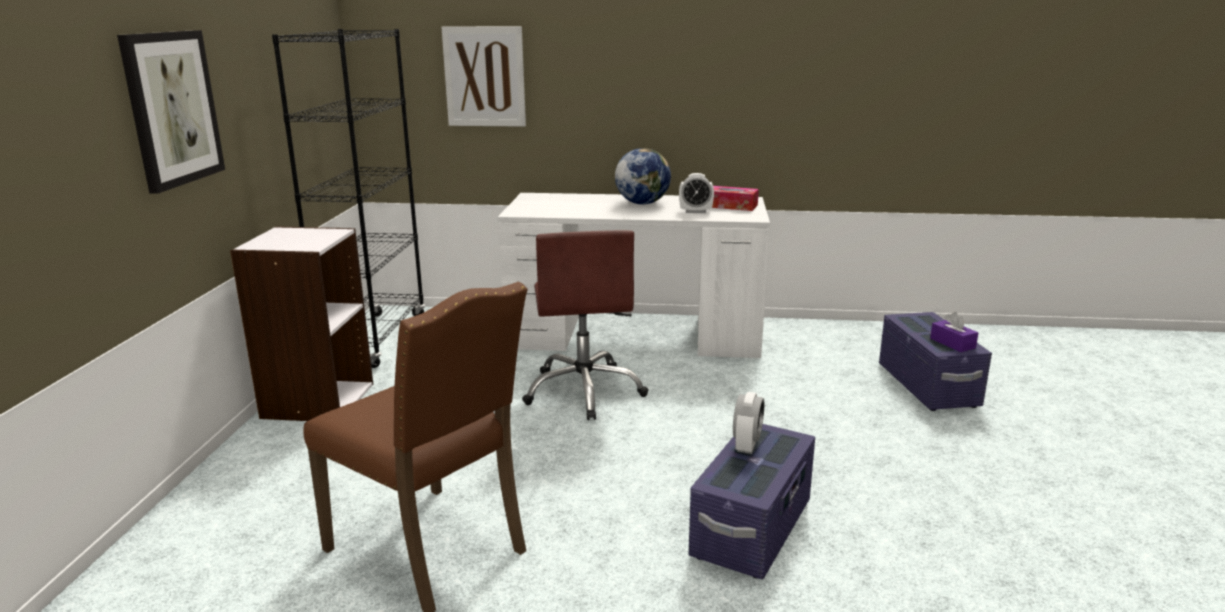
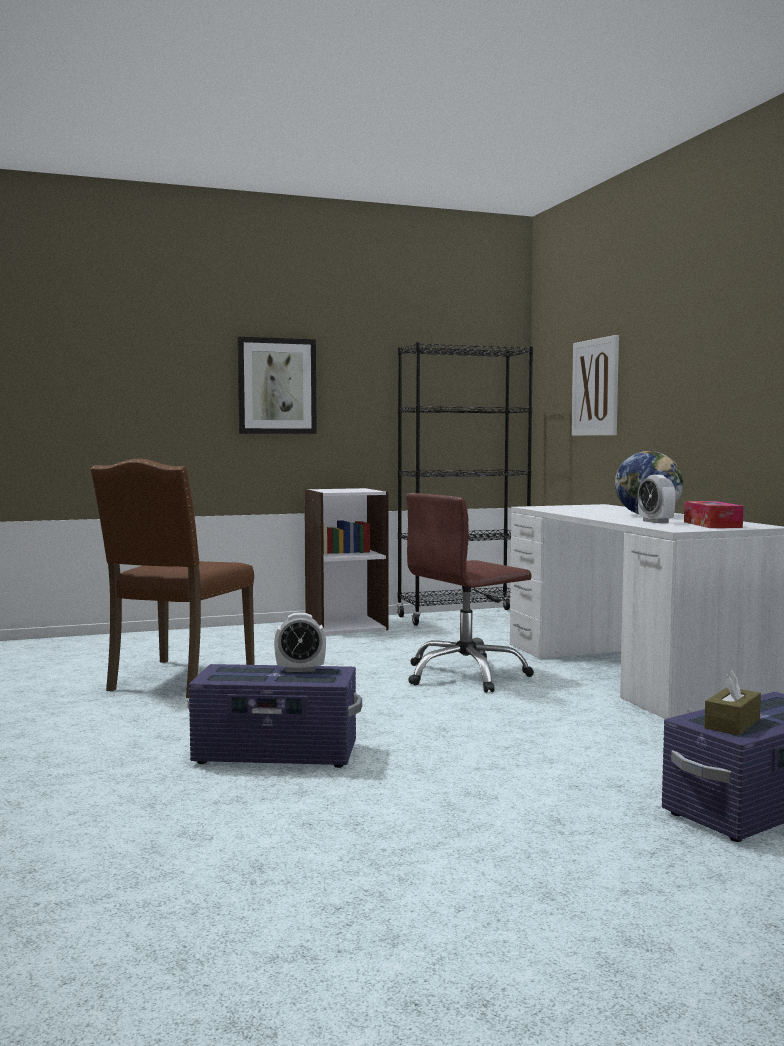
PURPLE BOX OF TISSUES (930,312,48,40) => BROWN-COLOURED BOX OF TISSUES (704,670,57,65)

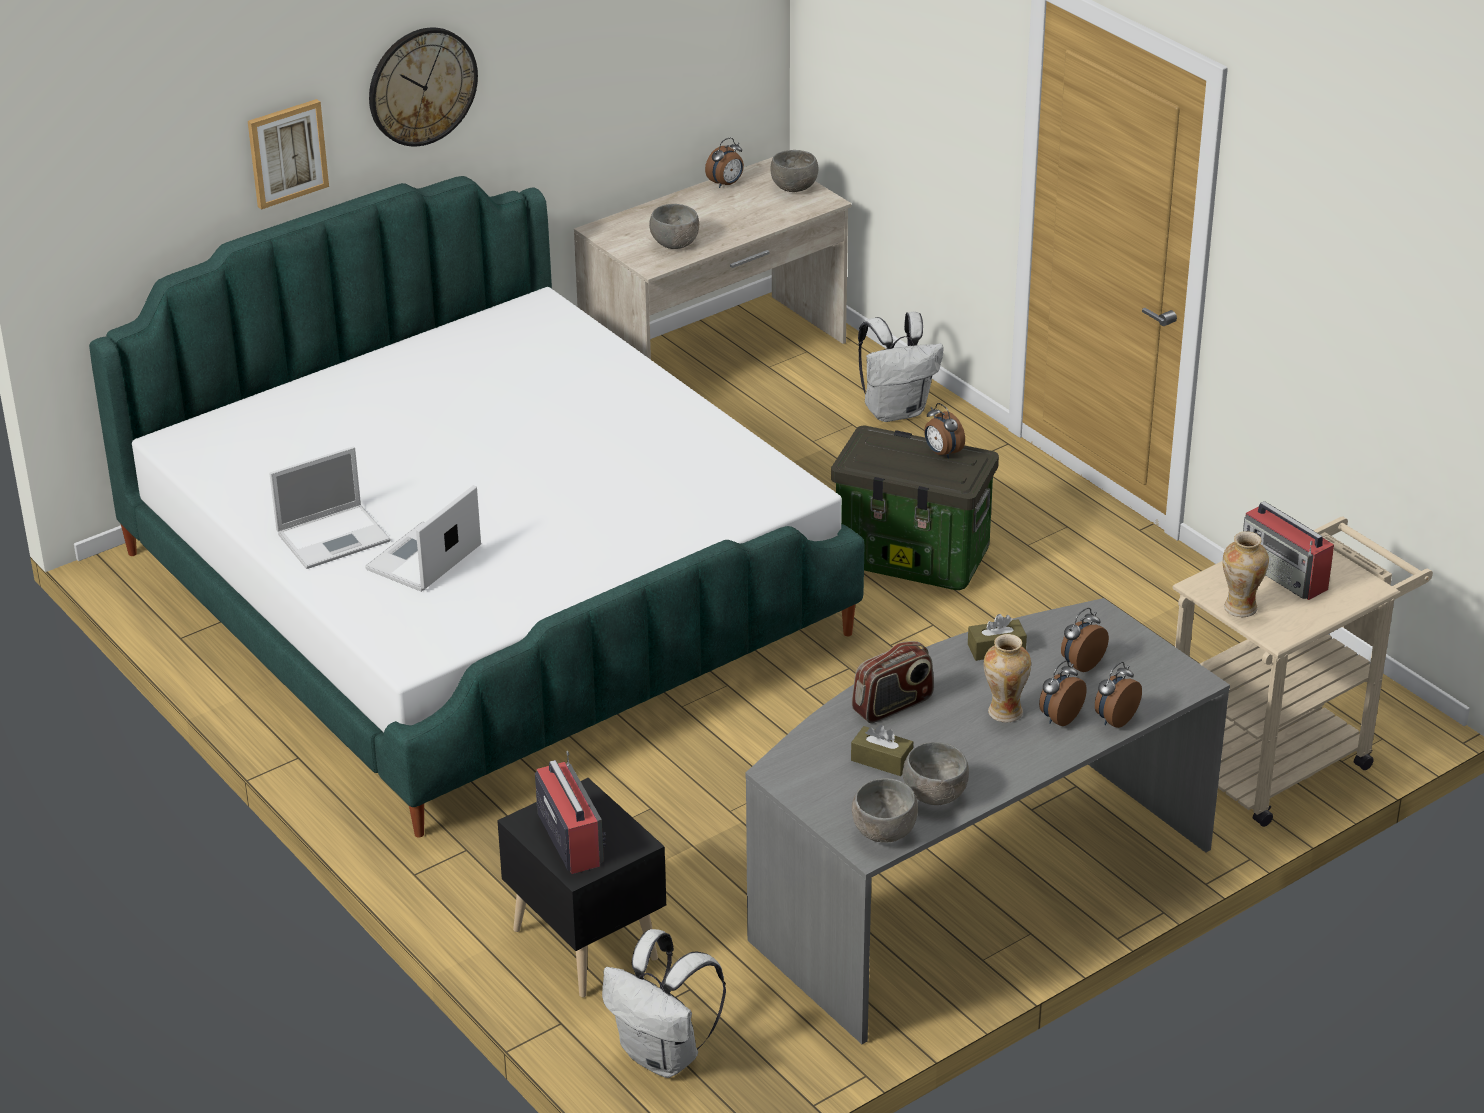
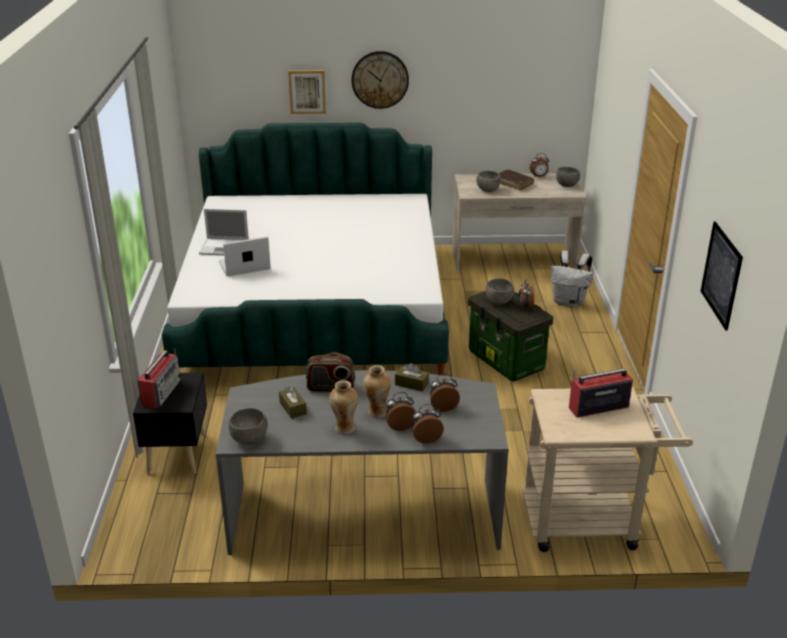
RADIO RECEIVER (1243,501,91,99) => RADIO RECEIVER (569,368,64,50), 75 degrees clockwise
FLOWER VASE (1223,531,46,86) => FLOWER VASE (329,380,29,55), relocated
GREY BOWL (903,742,66,63) => GREY BOWL (485,278,29,26), relocated
WHITISH RUCKSACK (602,929,124,149) => nothing
nothing => BROWN-COLOURED BOOK (499,170,35,20)
nothing => WALL PICTURE (701,222,42,109)

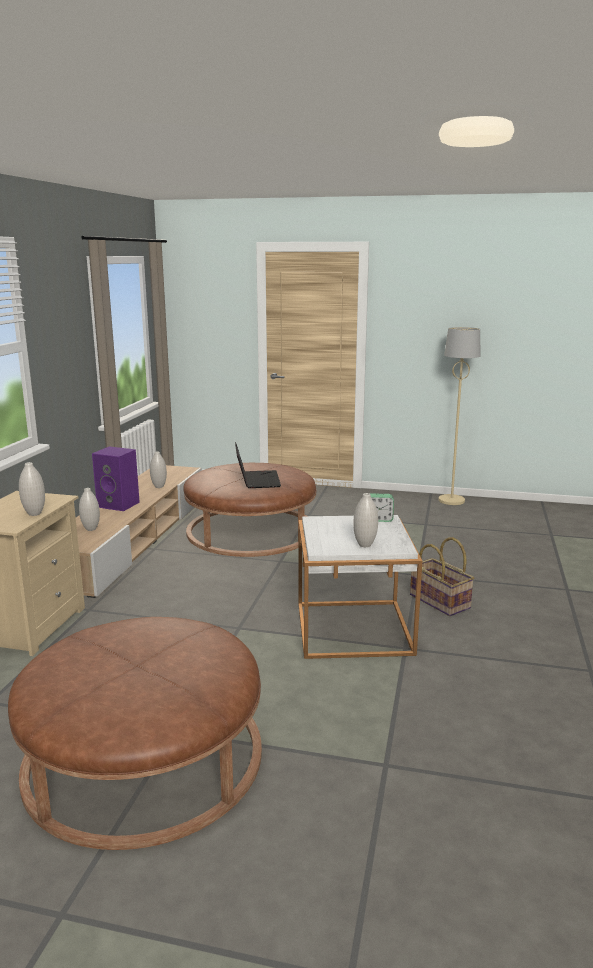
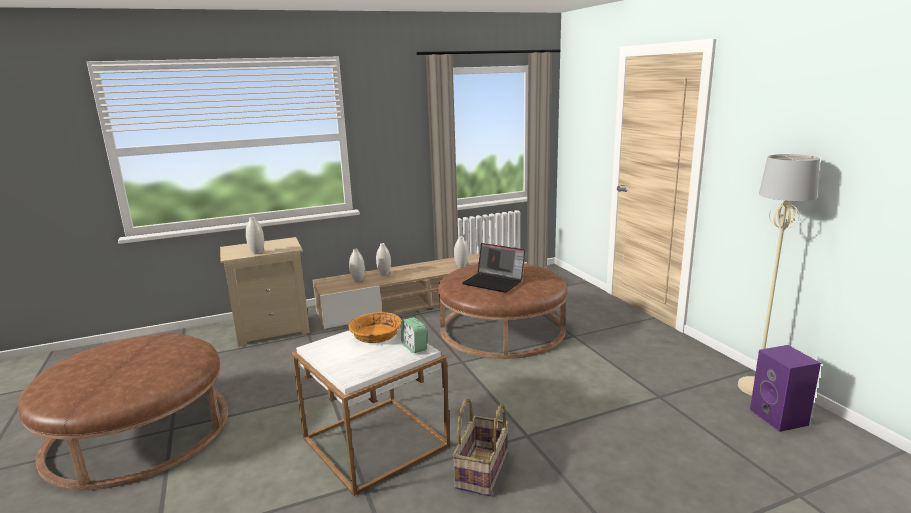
NOTEBOOK COMPUTER (235,442,46,46) => NOTEBOOK COMPUTER (462,243,63,50), 75 degrees clockwise
PURPLE LOUDSPEAKER (92,446,48,65) => PURPLE LOUDSPEAKER (750,345,71,87), relocated
WHITISH FLOWER VASE (353,493,25,54) => WHITISH FLOWER VASE (376,243,15,33), relocated
nothing => ORANGE BOWL (348,312,53,31)

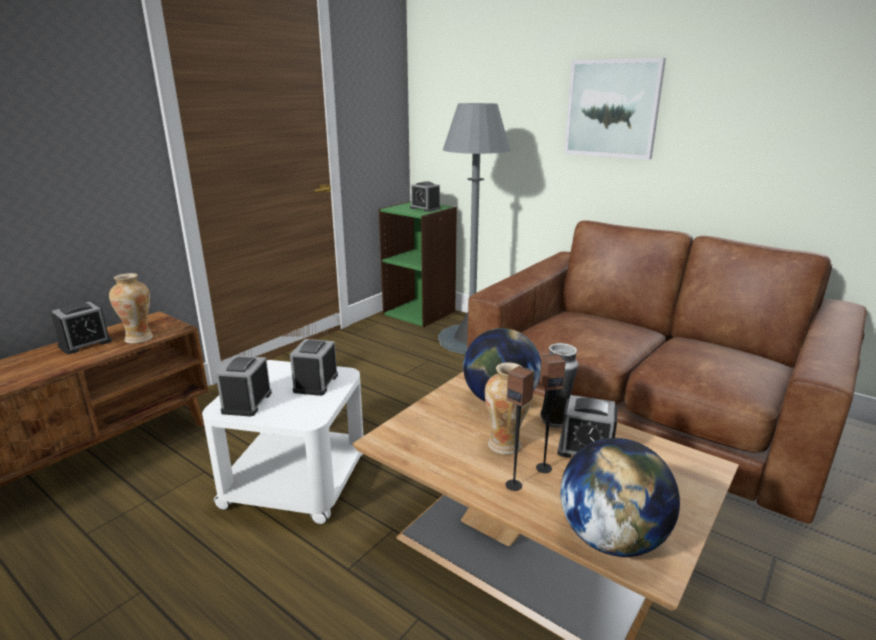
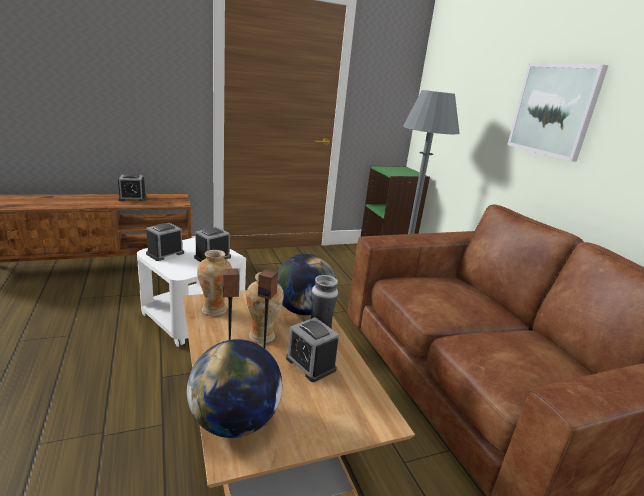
BEDSIDE CLOCK (410,181,31,31) => nothing
FLOWER VASE (109,273,44,71) => FLOWER VASE (197,250,35,66), relocated

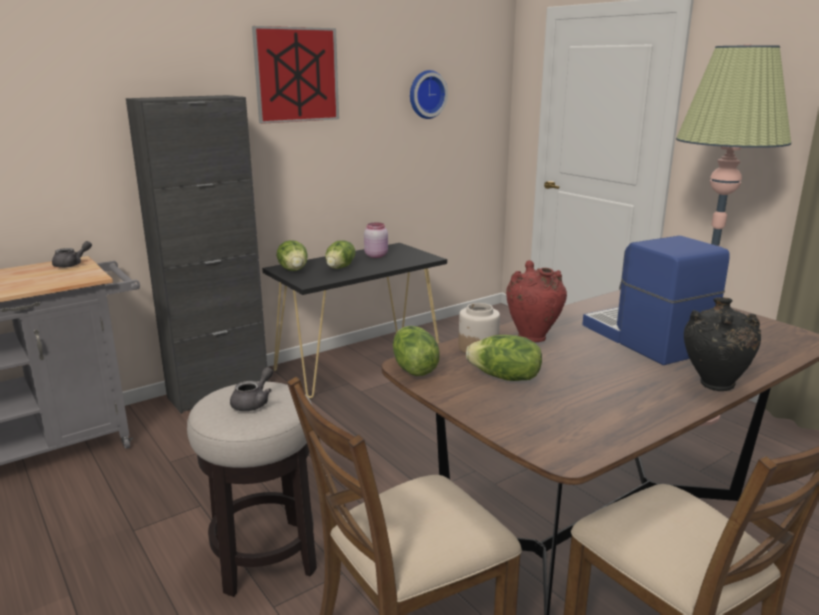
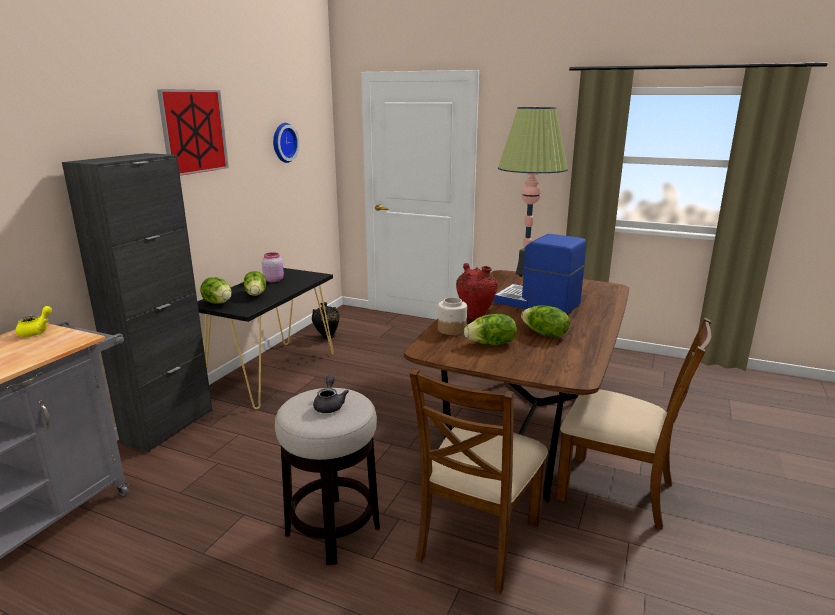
GREY TEA POT (52,241,40,27) => YELLOW-COLOURED TEA POT (15,306,37,31)
BLACKISH FLOWER VASE (684,297,77,94) => BLACKISH FLOWER VASE (312,302,27,37), relocated
HEAD OF LETTUCE (393,326,47,50) => HEAD OF LETTUCE (521,306,49,31), relocated

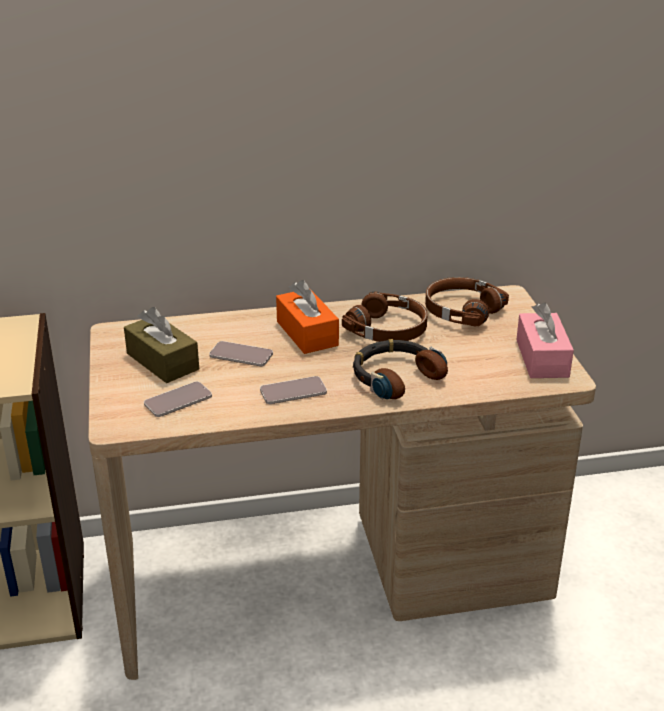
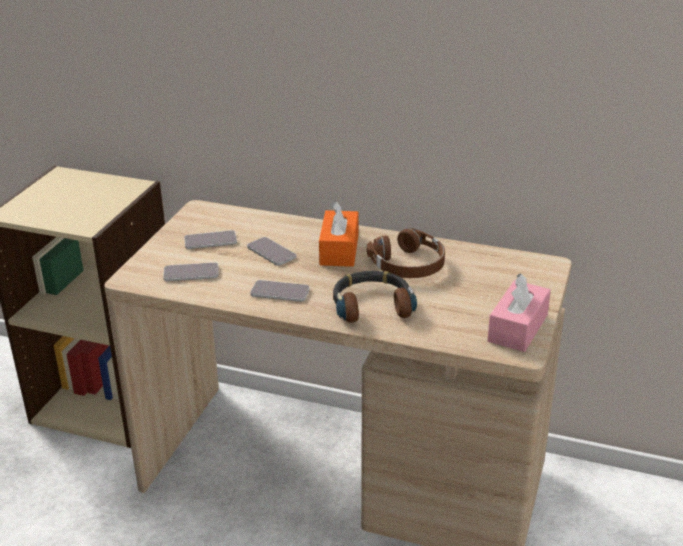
BROWN-COLOURED PAIR OF HEADPHONES (425,277,84,49) => nothing
BROWN-COLOURED BOX OF TISSUES (124,307,75,76) => TELEPHONE (184,230,53,19)

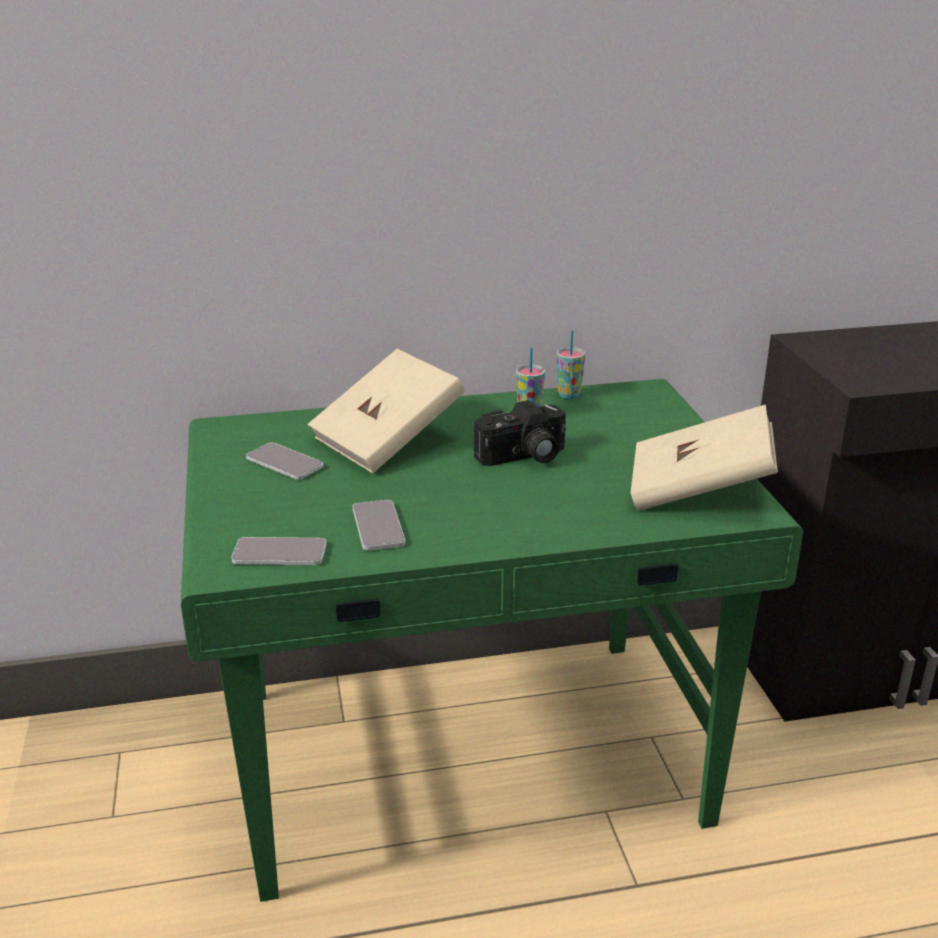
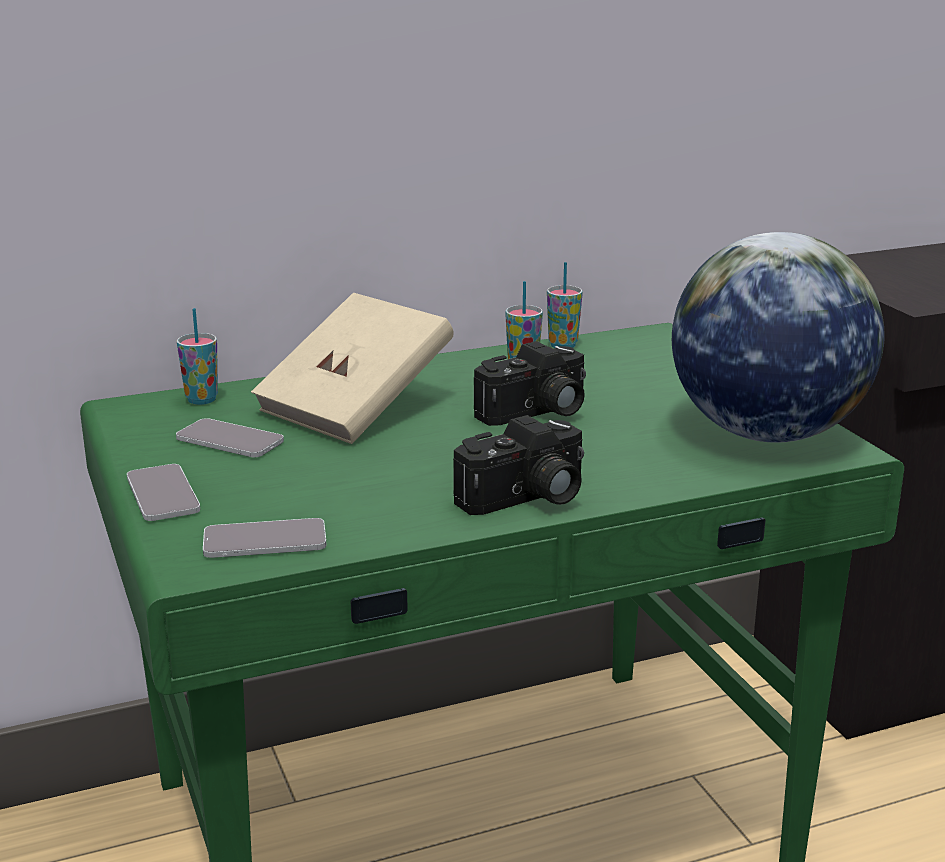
BEIGE-COLOURED BOOK (631,405,147,106) => GLOBE (672,232,213,211)
TELEPHONE (353,500,52,51) => TELEPHONE (127,464,73,57), relocated
nothing => CUP (177,308,41,97)
nothing => PHOTO CAMERA (453,415,131,100)

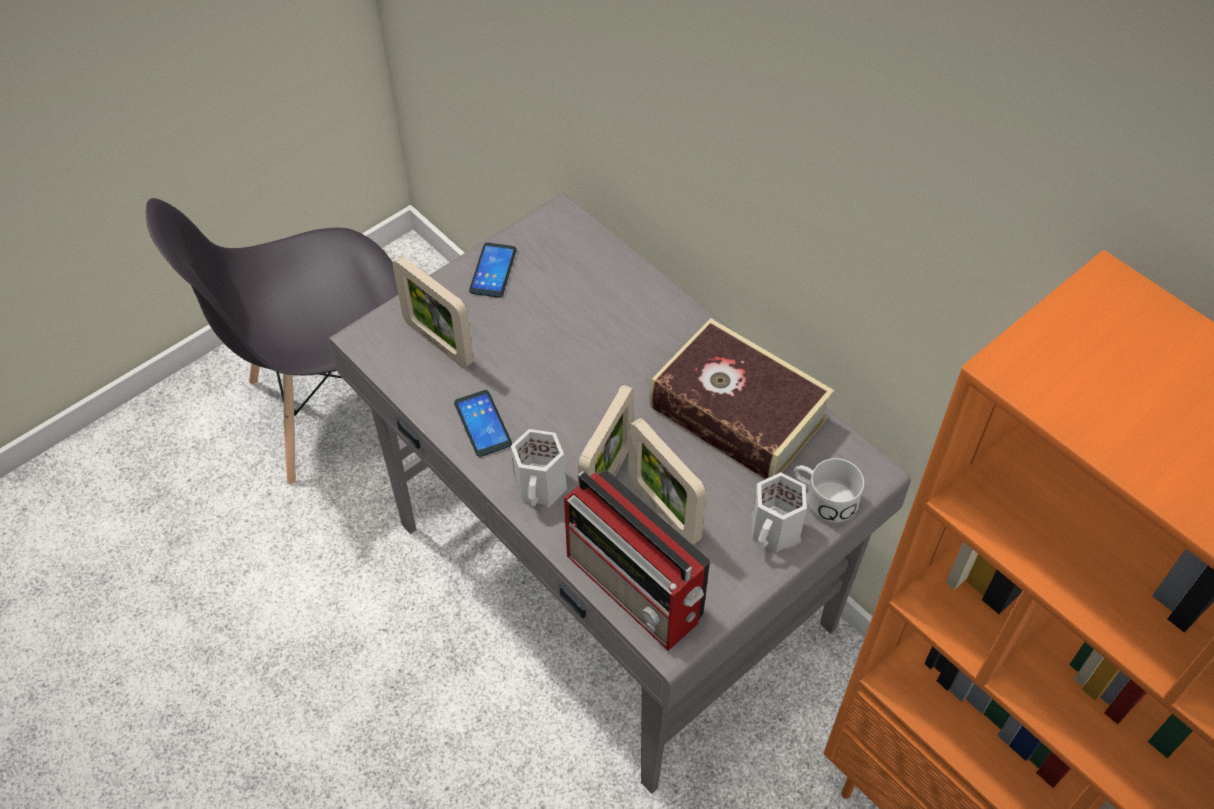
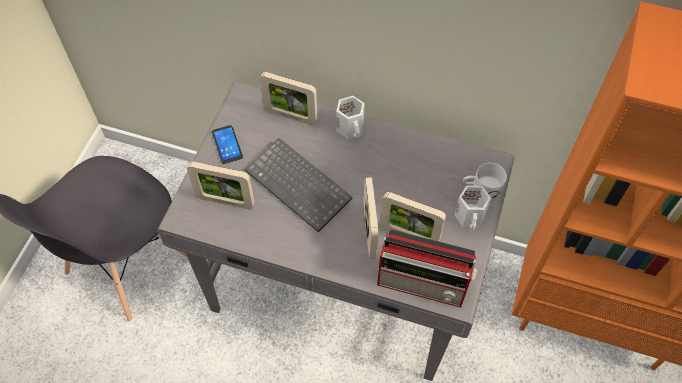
BOOK (649,318,185,161) => nothing
TELEPHONE (454,390,58,67) => nothing
WHITISH MUG (511,429,55,77) => WHITISH MUG (336,96,29,43), relocated
nothing => PICTURE FRAME (260,72,58,53)
nothing => PC KEYBOARD (245,138,107,94)

